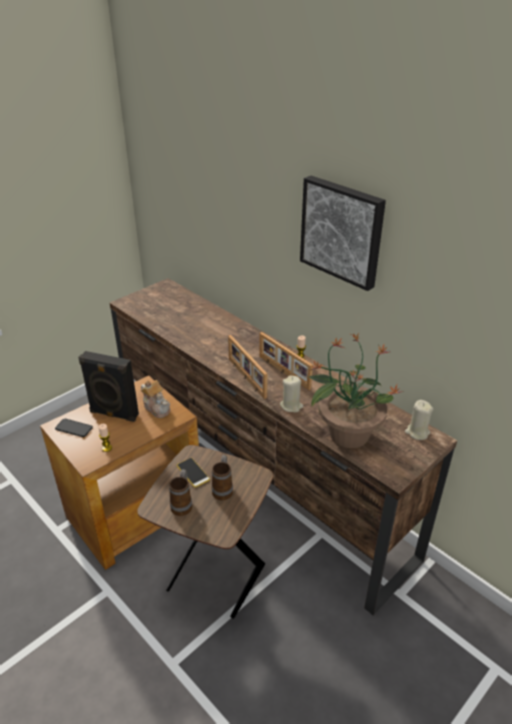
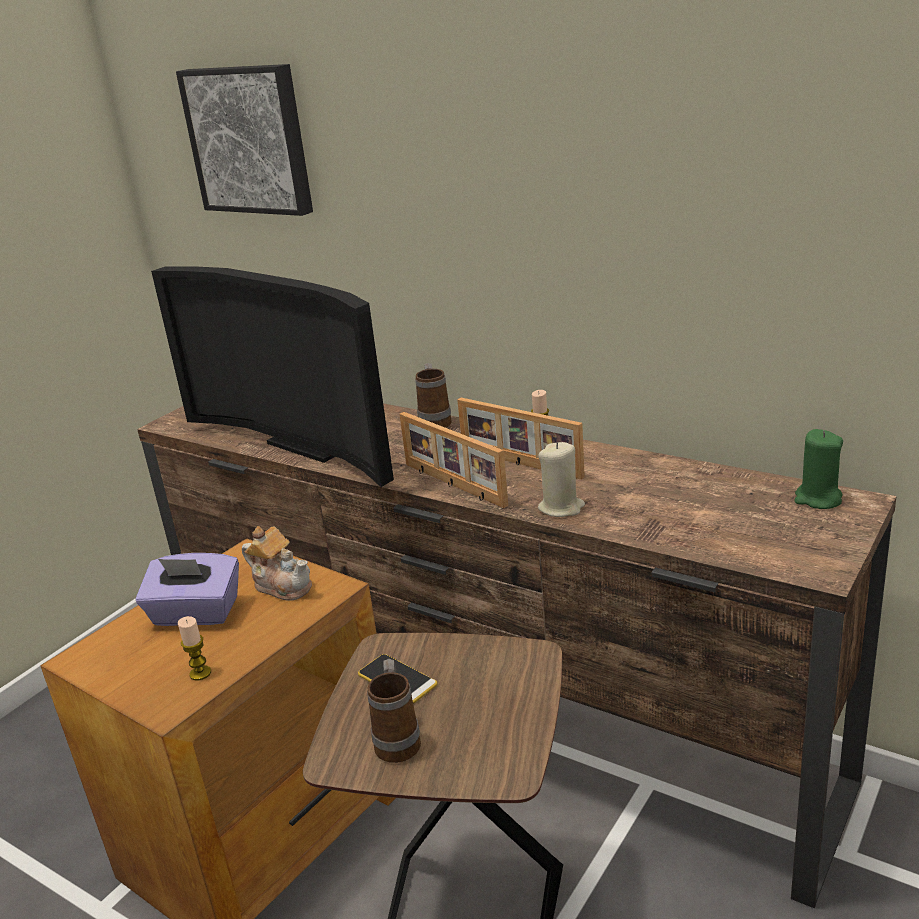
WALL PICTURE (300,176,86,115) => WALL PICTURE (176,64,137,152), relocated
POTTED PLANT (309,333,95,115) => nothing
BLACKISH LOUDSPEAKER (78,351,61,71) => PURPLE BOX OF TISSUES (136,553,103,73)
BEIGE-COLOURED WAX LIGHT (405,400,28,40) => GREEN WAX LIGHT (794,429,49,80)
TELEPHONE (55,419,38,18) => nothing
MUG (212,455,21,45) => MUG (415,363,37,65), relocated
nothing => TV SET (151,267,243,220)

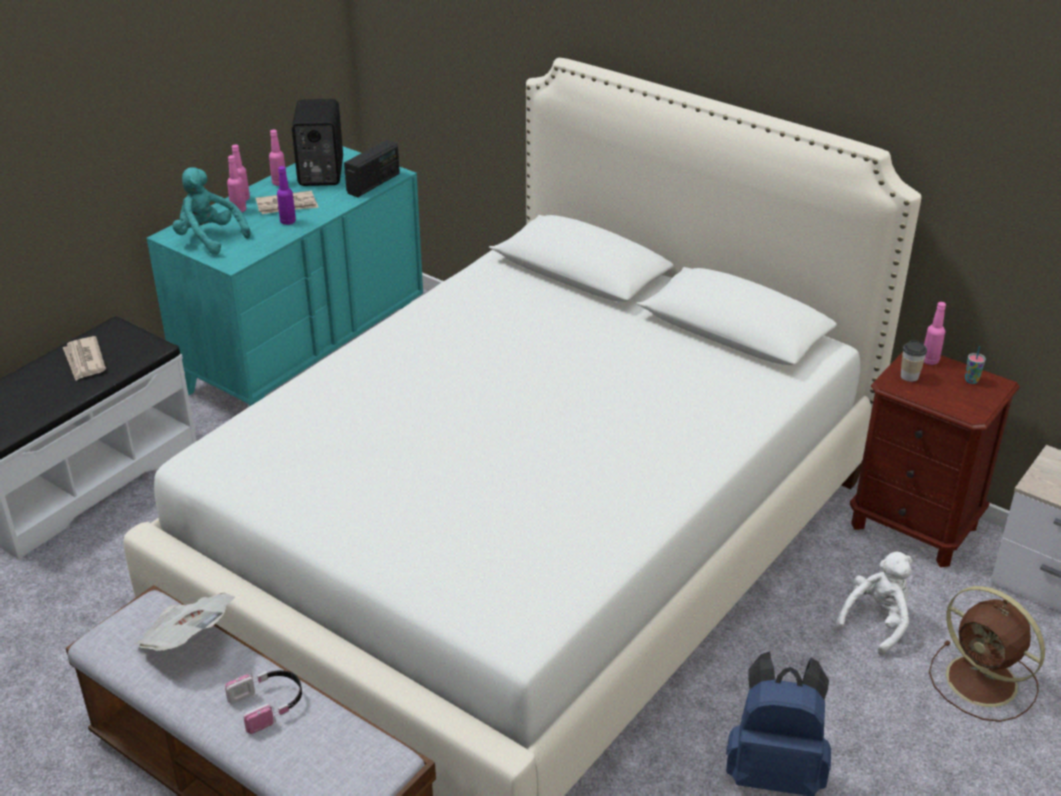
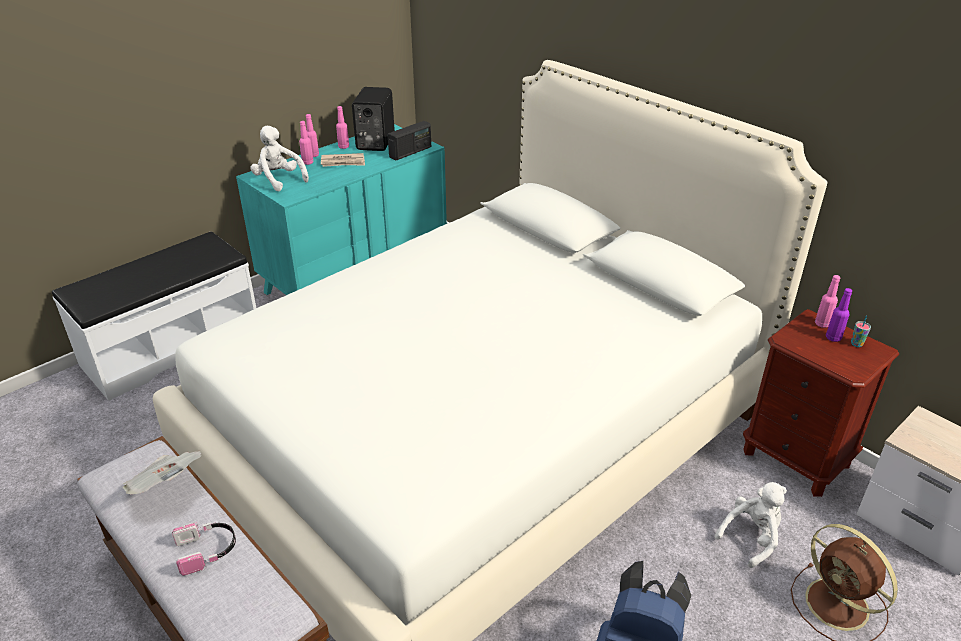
PURPLE BOTTLE (277,166,19,59) => PURPLE BOTTLE (826,288,26,54), relocated
TURQUOISE PLUSH TOY (172,167,79,88) => WHITISH PLUSH TOY (250,126,59,65)
NEWSPAPER (63,336,43,45) => nothing
CUP (901,340,26,42) => nothing

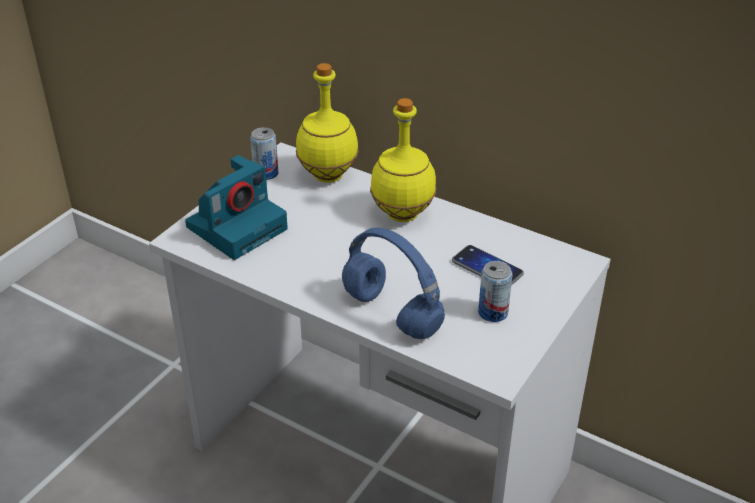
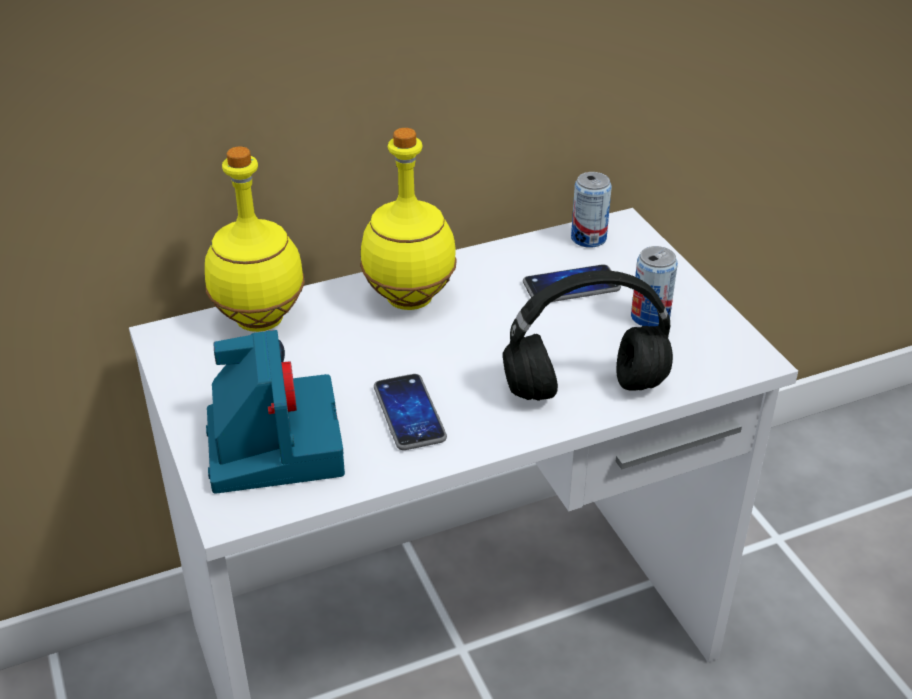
SEALED CAN (250,127,28,53) => SEALED CAN (571,172,41,76), relocated
BLUE PAIR OF HEADPHONES (342,228,103,111) => BLACKISH PAIR OF HEADPHONES (503,270,170,131)
nothing => TELEPHONE (374,374,73,76)

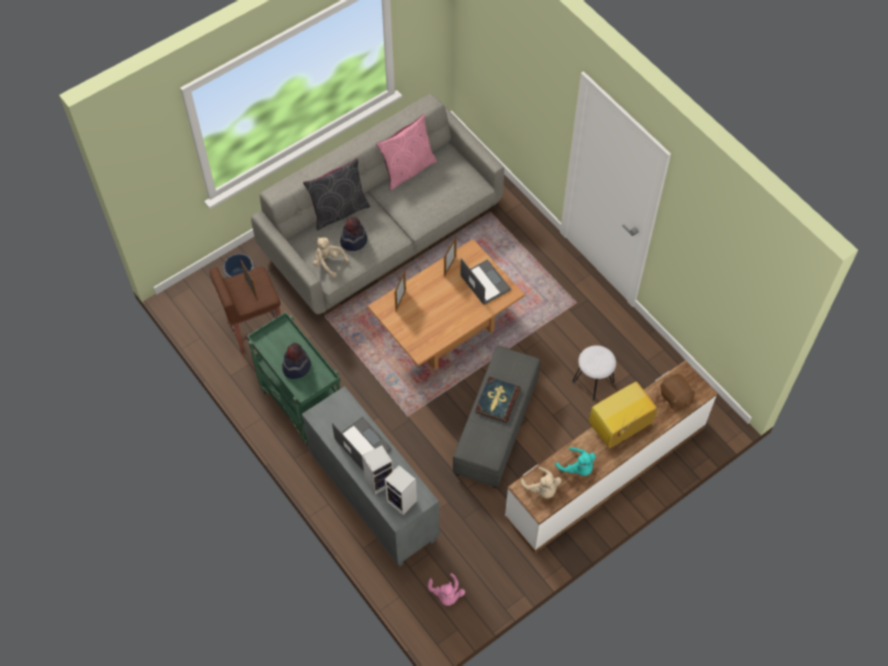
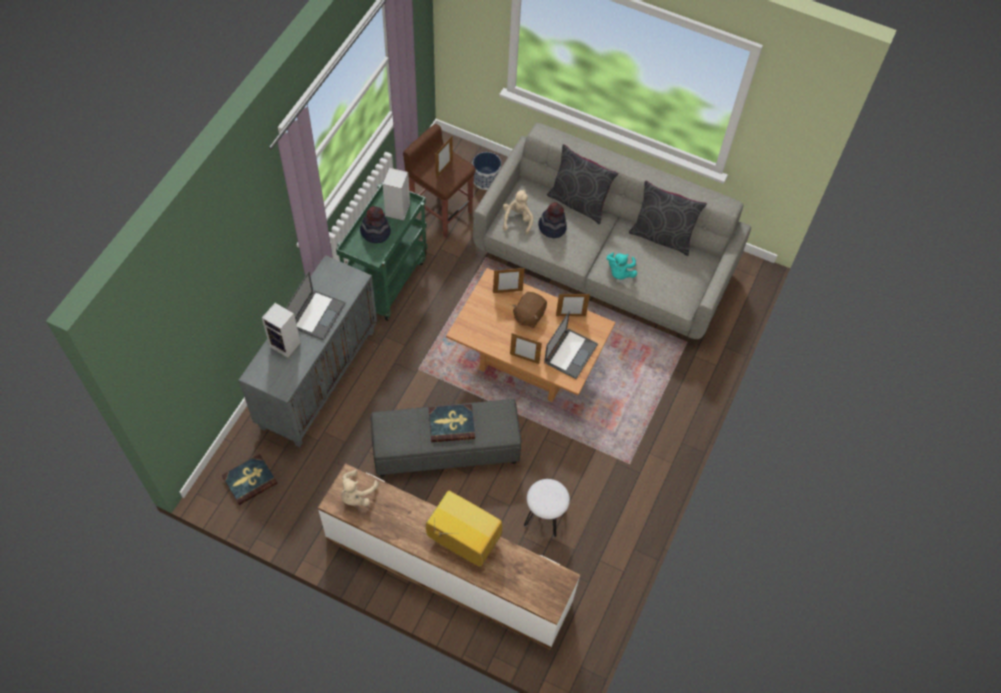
PINK THROW PILLOW (376,114,61,76) => GREY THROW PILLOW (629,181,78,75)
BROWN-COLOURED PLUSH TOY (660,374,37,36) => BROWN-COLOURED PLUSH TOY (512,292,35,36), relocated
TURQUOISE PLUSH TOY (555,447,41,29) => TURQUOISE PLUSH TOY (606,252,31,27), relocated
LOUDSPEAKER (384,465,33,50) => LOUDSPEAKER (383,168,27,53), relocated
PINK PLUSH TOY (428,573,37,33) => BOOK (222,454,56,51)
nothing => PICTURE FRAME (510,333,32,31)

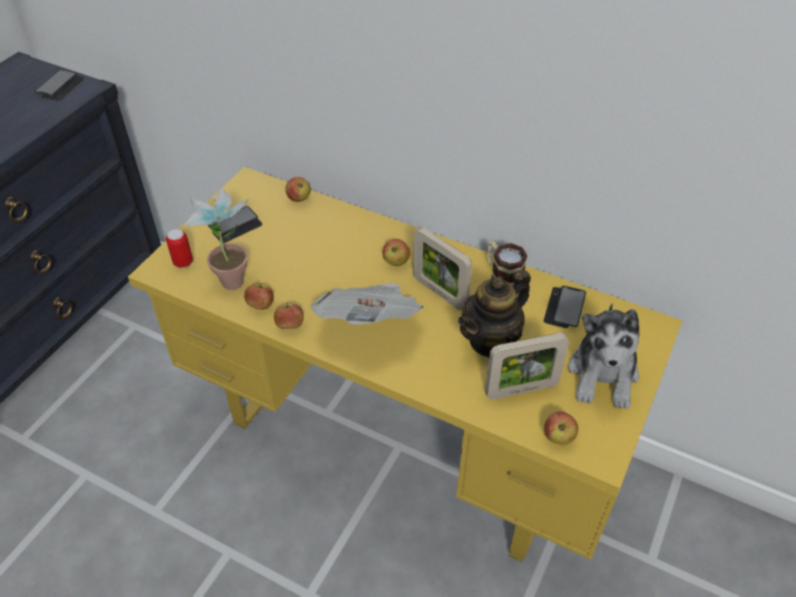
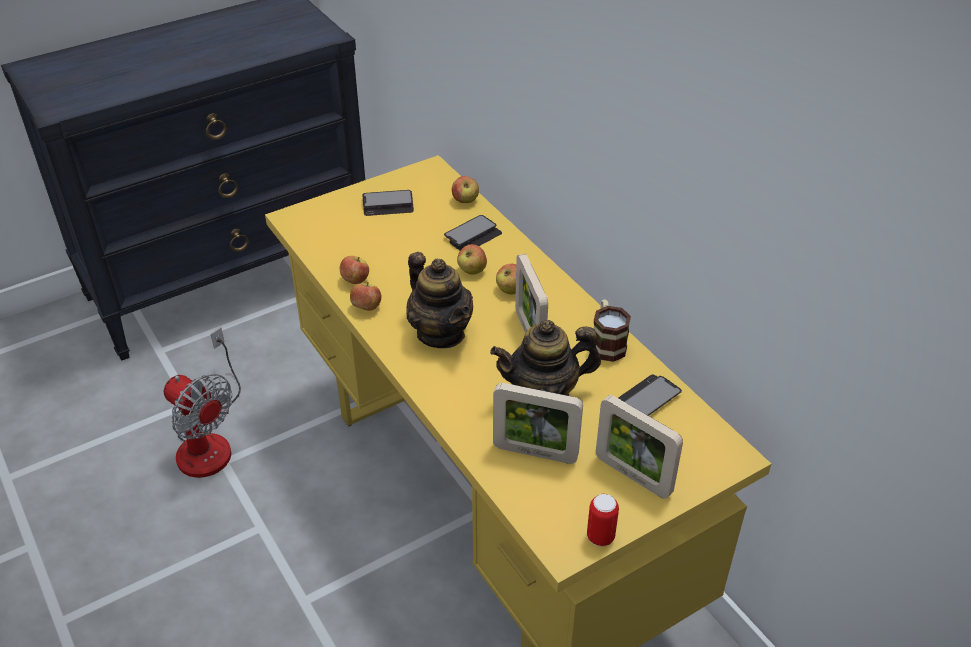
TELEPHONE (34,70,50,31) => TELEPHONE (444,215,58,35), relocated
POTTED PLANT (185,188,63,102) => nothing
SEALED CAN (166,229,27,39) => SEALED CAN (587,494,32,53), relocated
NEWSPAPER (310,283,114,42) => TEA POT (406,252,67,96)
PLUSH TOY (568,304,71,105) => PICTURE FRAME (596,395,87,104)
APPLE FRUIT (544,412,34,33) => APPLE FRUIT (457,244,30,30), relocated
nothing => ELECTRIC FAN (164,327,77,151)

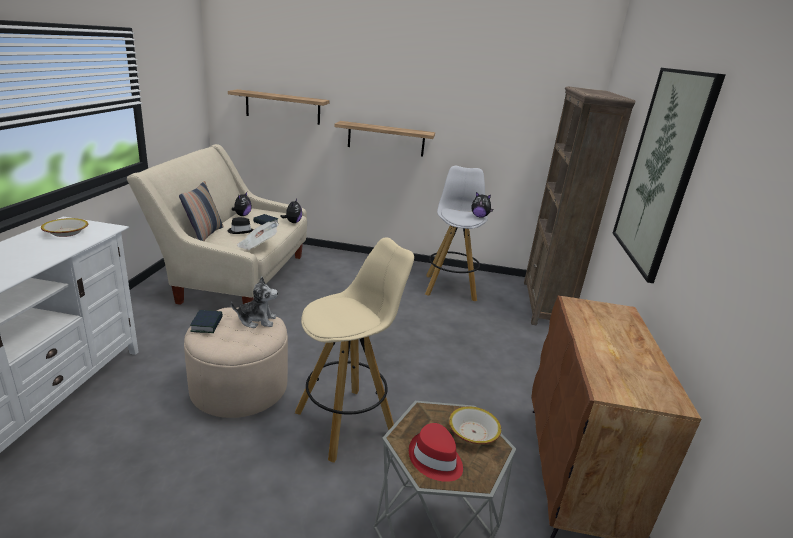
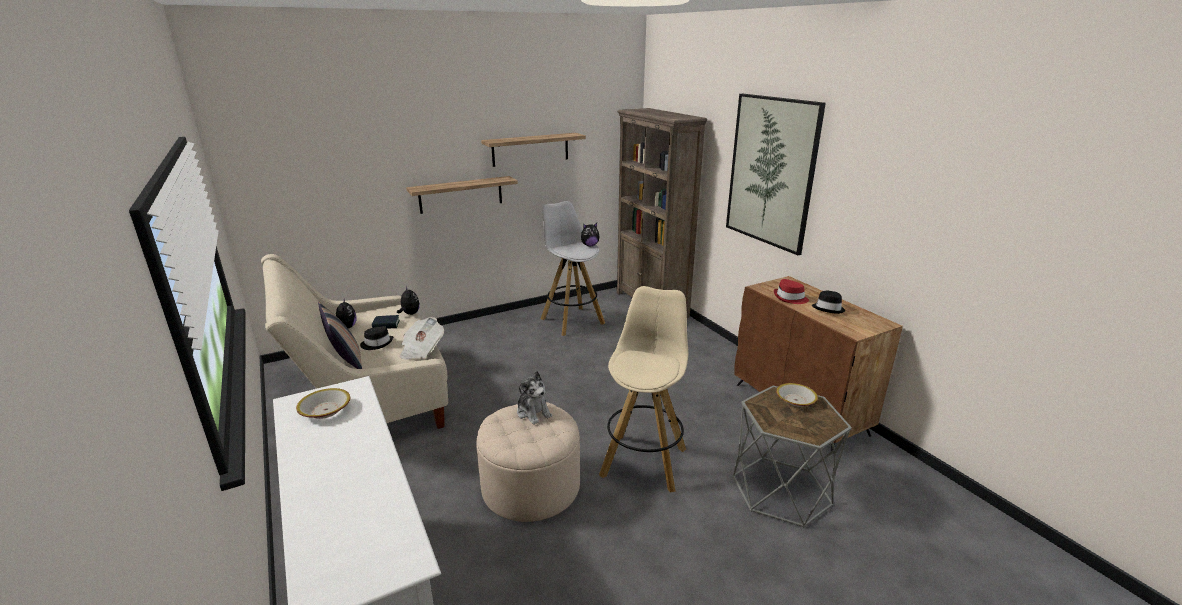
WALL SHELF (228,89,102,36) => WALL SHELF (481,133,105,34), relocated
PLUSH TOY (231,277,47,51) => PLUSH TOY (517,371,35,54), 90 degrees clockwise
BOOK (190,310,33,23) => nothing
RED CLOTHING HAT (409,423,54,59) => RED CLOTHING HAT (774,279,35,25), relocated
nothing => BLACKISH CLOTHING HAT (812,291,33,23)

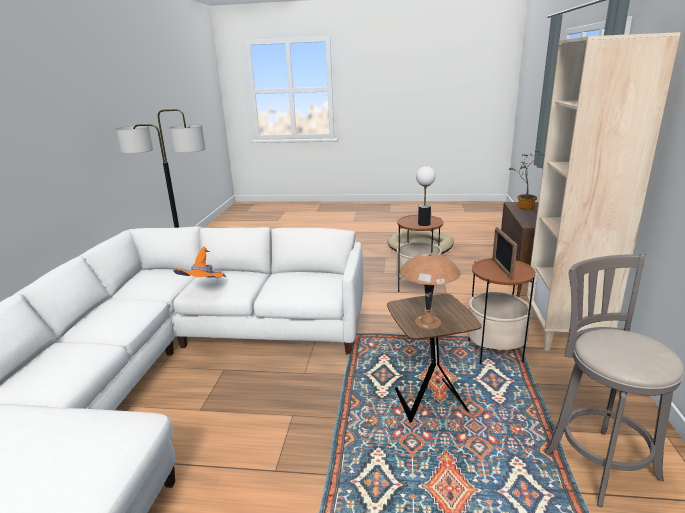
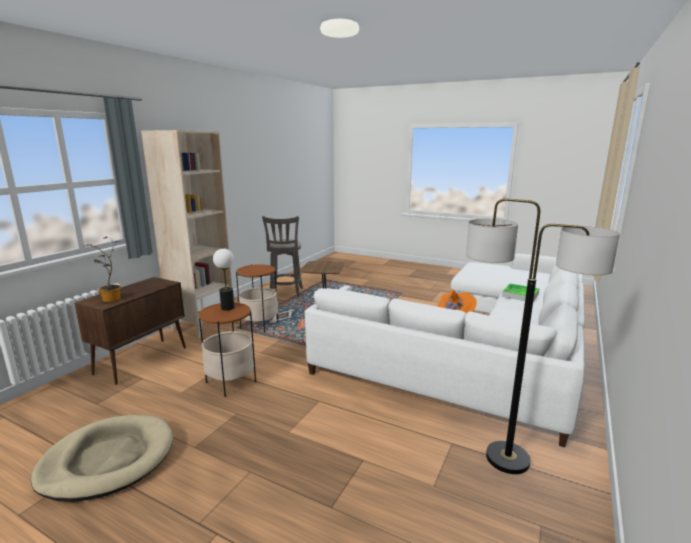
PICTURE FRAME (492,227,25,53) => nothing
BROWN-COLOURED TABLETOP LAMP (400,253,61,76) => nothing
nothing => CARRYING TRAY (502,283,37,19)

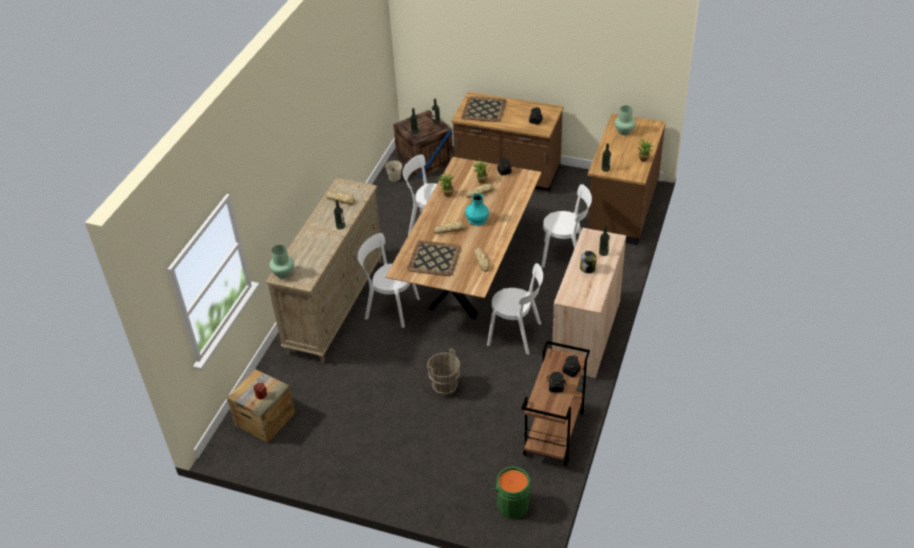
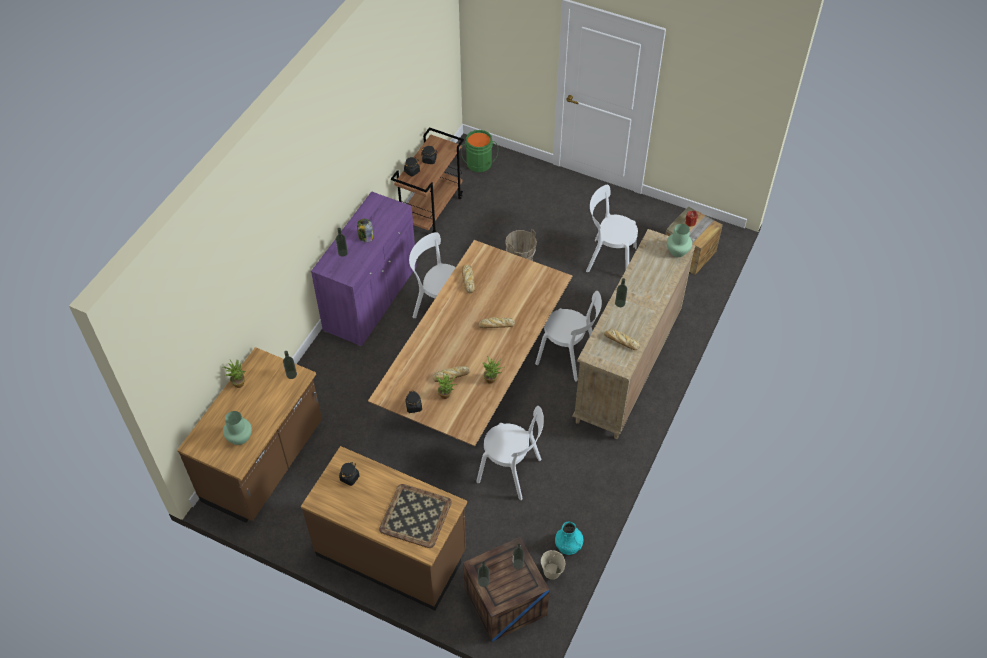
WHITISH UPRIGHT CHAIR (541,184,51,84) => WHITISH UPRIGHT CHAIR (586,185,52,87), relocated
TURQUOISE FLOWER VASE (465,193,24,33) => TURQUOISE FLOWER VASE (555,522,29,33), relocated
BEIGE-COLOURED CUPBOARD (552,228,74,151) => PURPLE CUPBOARD (311,191,106,155)
CARRYING TRAY (407,240,54,36) => nothing

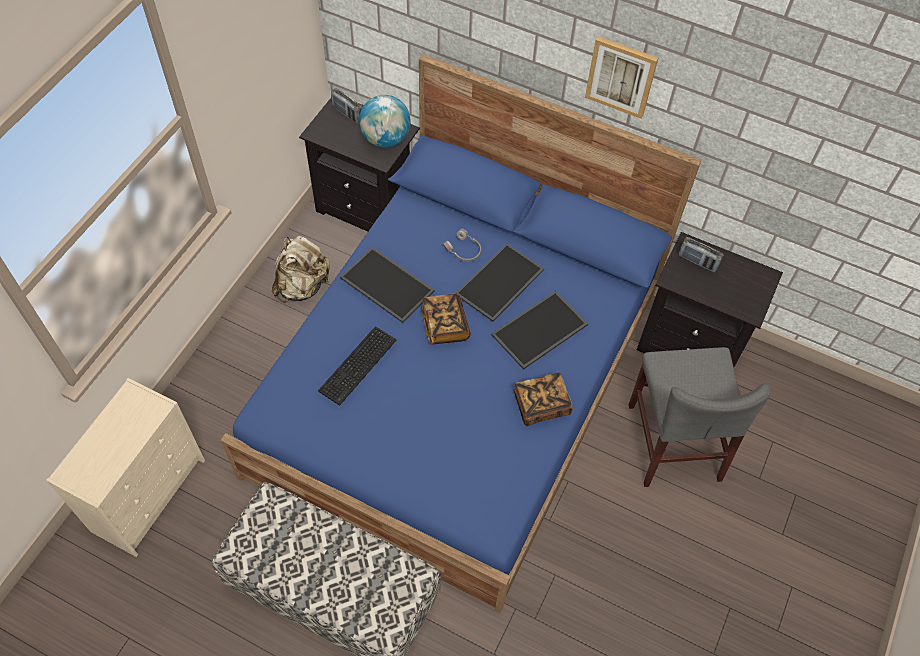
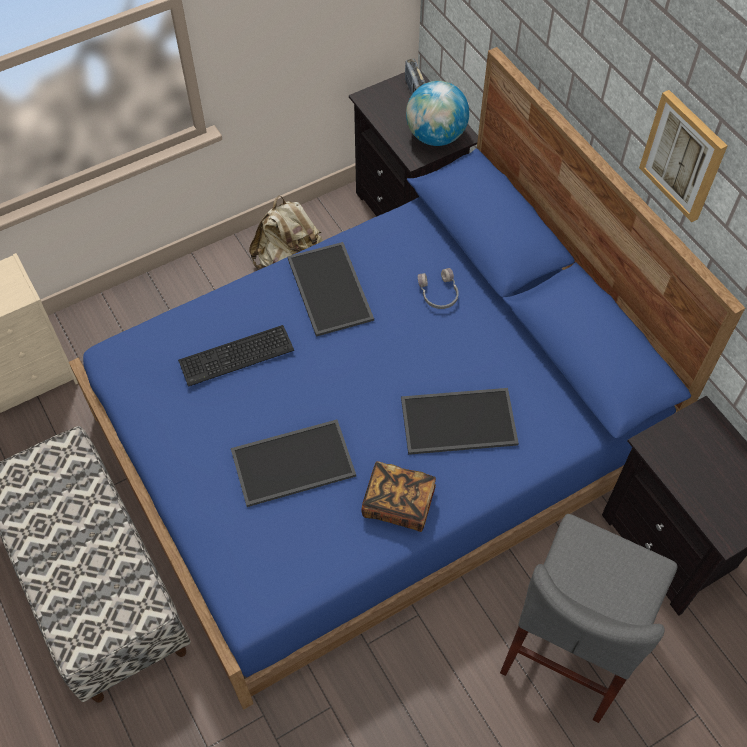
RADIO RECEIVER (678,237,46,35) => nothing
CARRYING TRAY (456,243,88,79) => CARRYING TRAY (231,420,125,87), relocated
BOOK (421,293,50,52) => nothing

